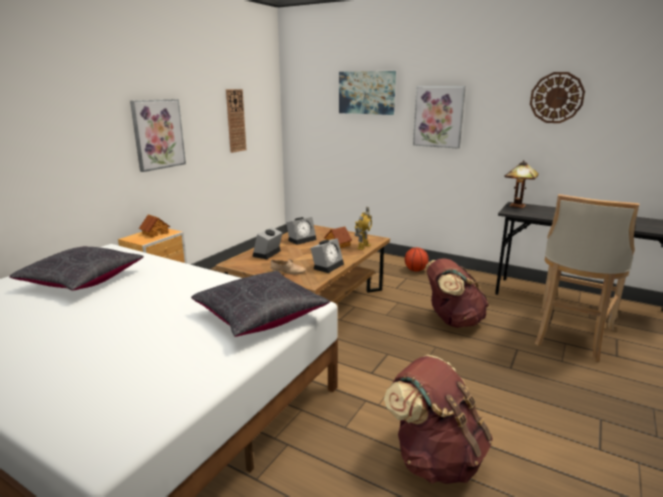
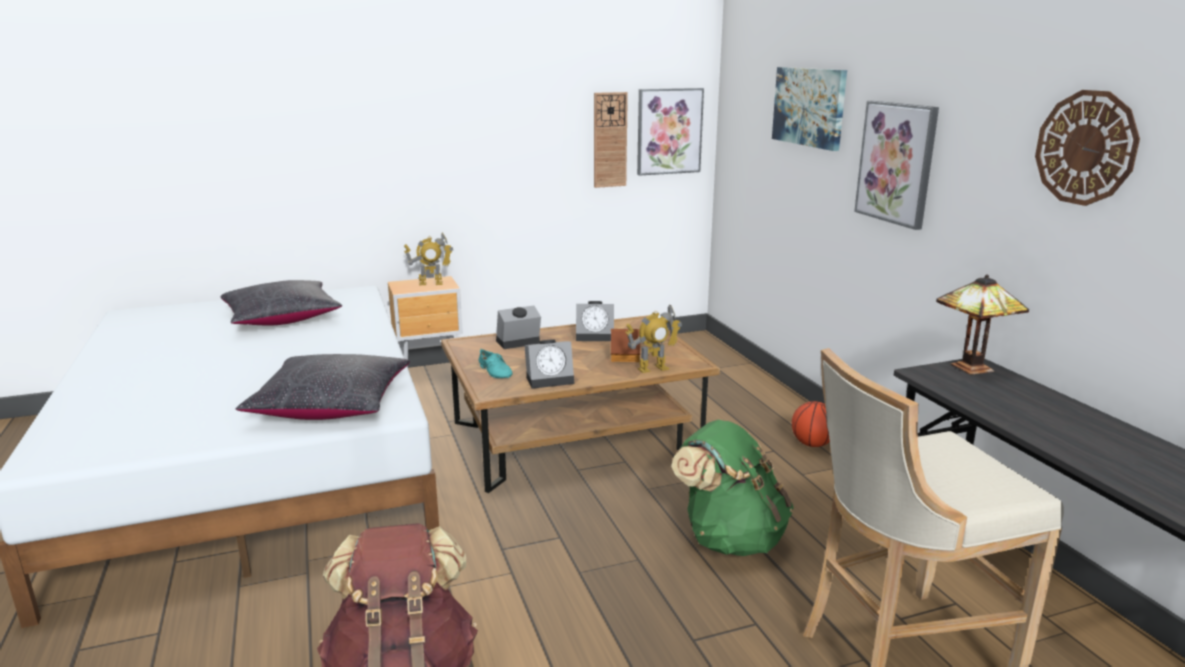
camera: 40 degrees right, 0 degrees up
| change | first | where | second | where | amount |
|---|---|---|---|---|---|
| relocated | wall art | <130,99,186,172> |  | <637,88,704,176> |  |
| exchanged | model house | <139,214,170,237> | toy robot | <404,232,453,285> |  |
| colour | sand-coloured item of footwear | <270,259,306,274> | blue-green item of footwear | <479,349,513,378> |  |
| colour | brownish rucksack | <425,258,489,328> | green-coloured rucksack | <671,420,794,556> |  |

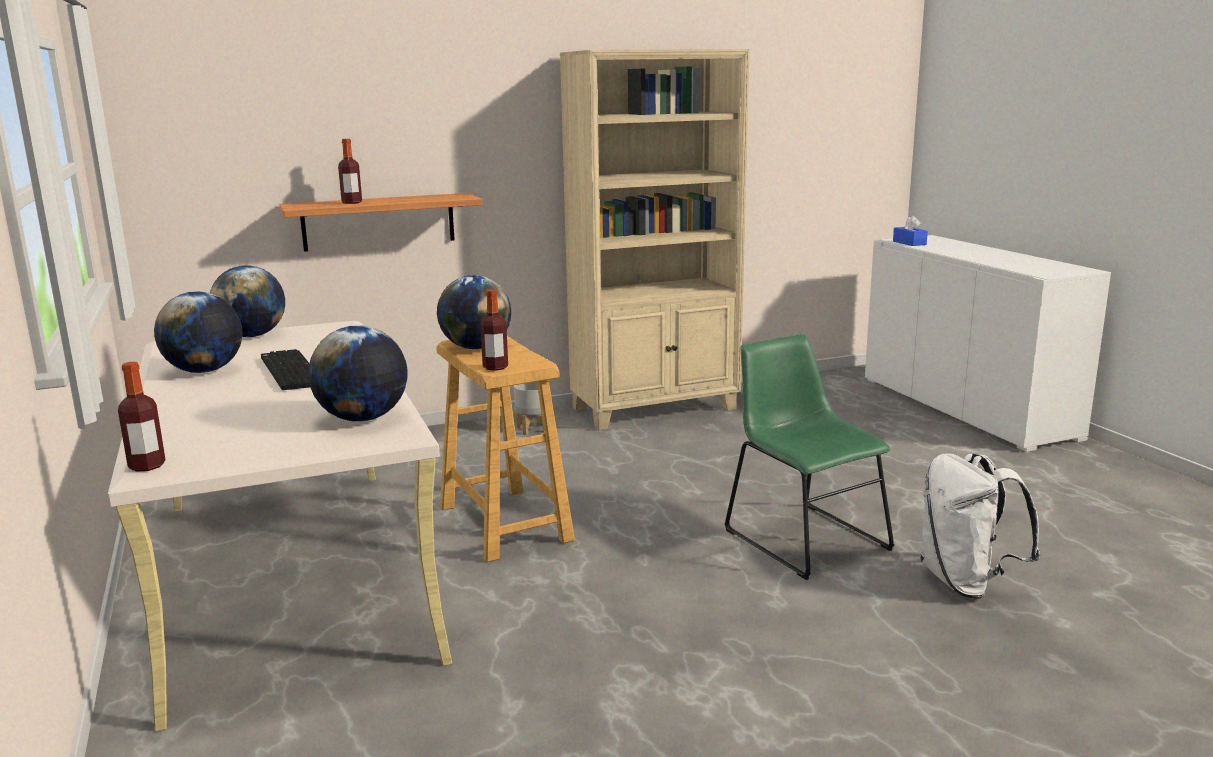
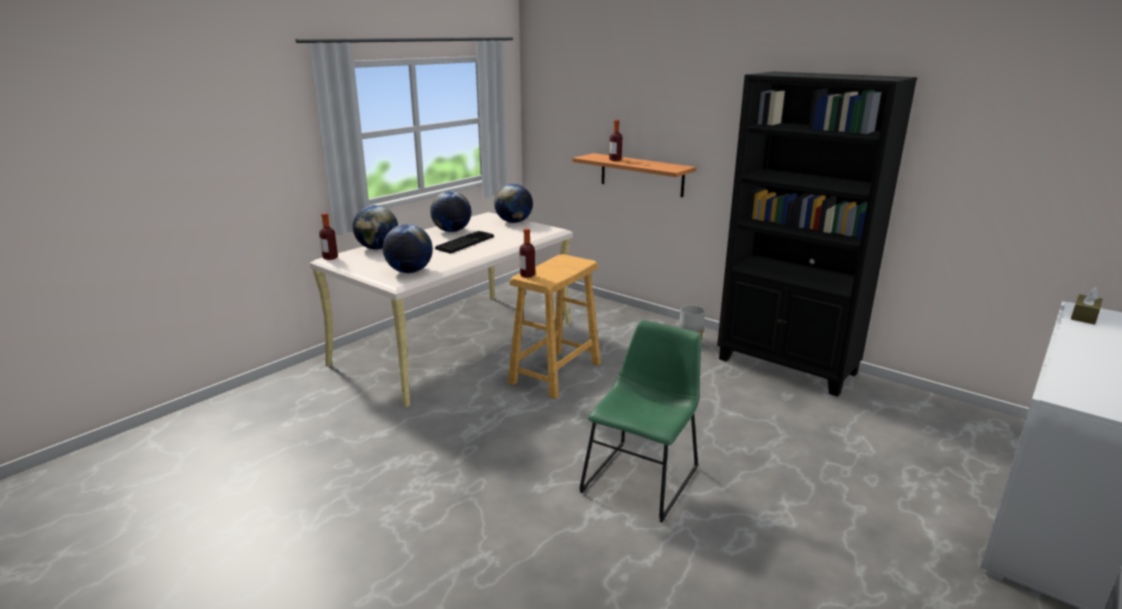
camera: 60 degrees right, 5 degrees up
| change | first | where | second | where | amount |
|---|---|---|---|---|---|
| missing | white-coloured rucksack | <920,453,1040,599> |  |  |  |
| relocated | world globe | <437,275,511,349> |  | <353,205,398,250> |  |
| colour | sand-coloured shelving unit | <560,49,750,430> | blackish shelving unit | <717,72,917,397> |  |
| colour | blue-coloured tissue box | <893,216,928,246> | brownish tissue box | <1071,287,1103,325> |  |

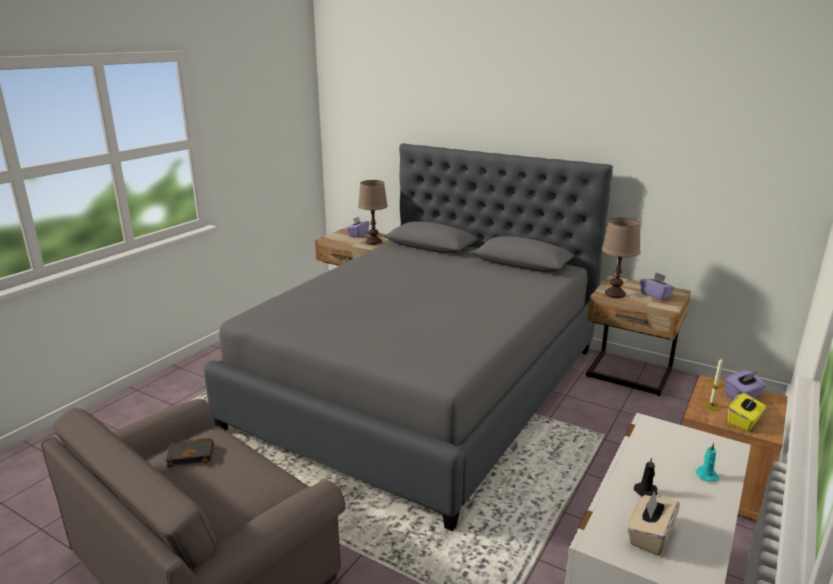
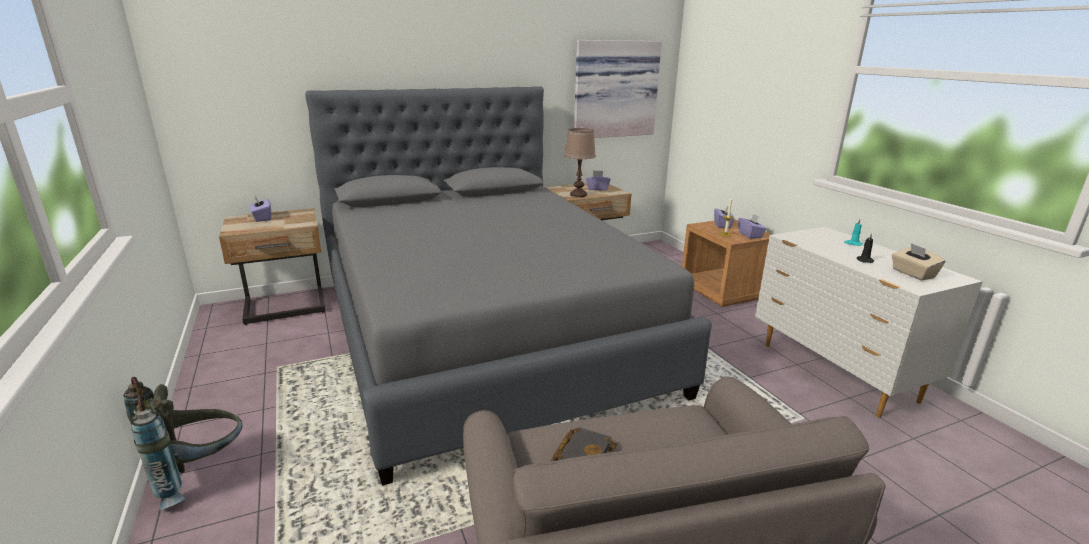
camera: 55 degrees left, 0 degrees up
| change | first | where | second | where | amount |
|---|---|---|---|---|---|
| missing | brownish table lamp | <358,180,388,245> |  |  |  |
| appeared |  |  | gray rucksack | <123,377,243,510> |  |
| appeared |  |  | wall art | <574,40,662,138> |  |
| colour | yellow-coloured tissue box | <728,393,766,431> | purple-coloured tissue box | <738,214,766,239> |  |

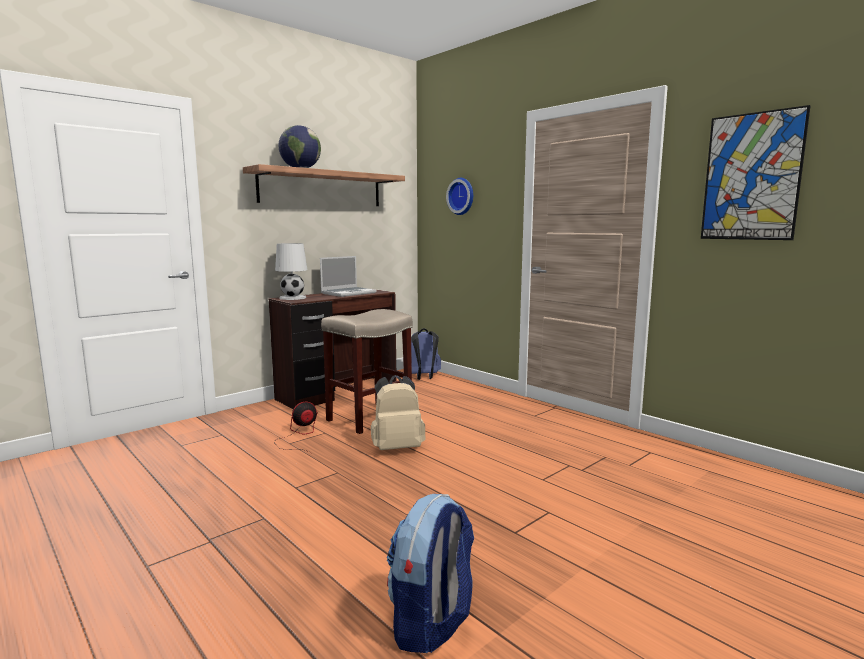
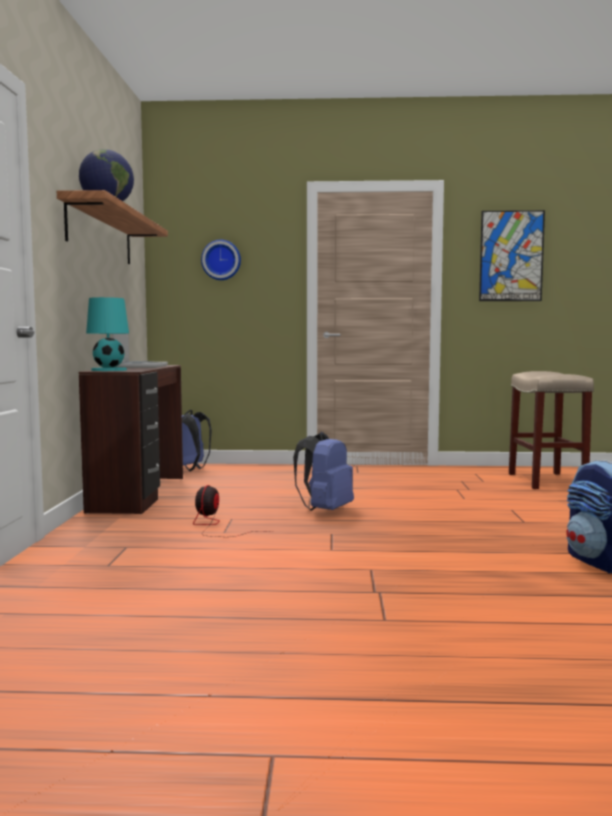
camera: 45 degrees left, 5 degrees down
| change | first | where | second | where | amount |
|---|---|---|---|---|---|
| relocated | sand-coloured stool | <321,309,412,434> |  | <509,371,594,489> |  |
| colour | white-coloured table lamp | <275,243,307,300> | blue-green table lamp | <86,297,129,371> |  |
| colour | sand-coloured rucksack | <371,375,425,450> | blue-coloured rucksack | <293,432,354,511> |  |

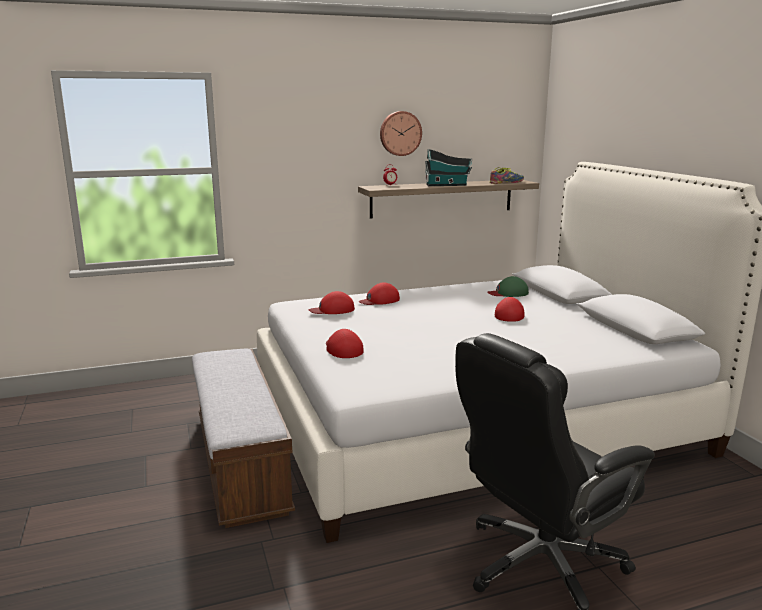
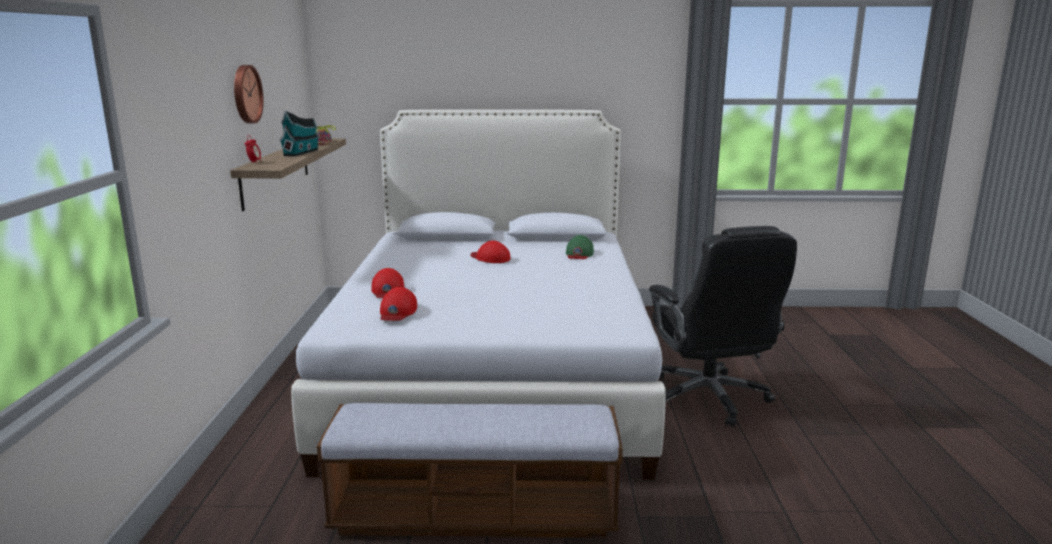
camera: 70 degrees left, 0 degrees up
| change | first | where | second | where | amount |
|---|---|---|---|---|---|
| missing | reddish cap | <326,329,364,358> |  |  |  |
| relocated | green-coloured cap | <487,276,529,297> |  | <566,235,594,259> |  |

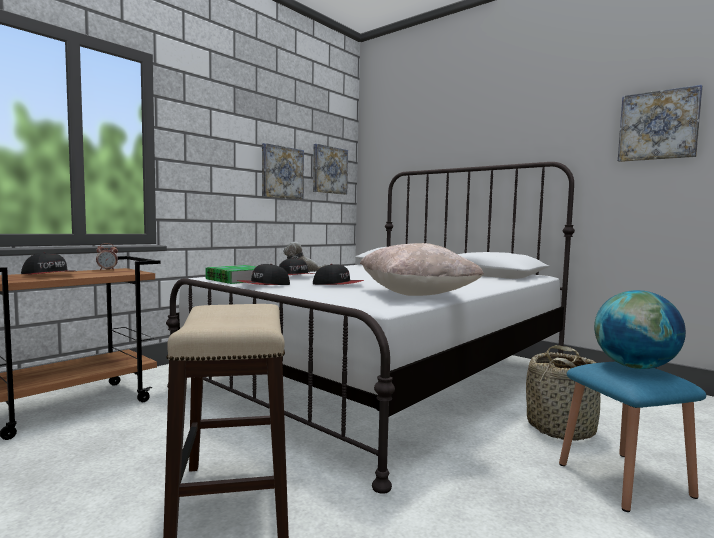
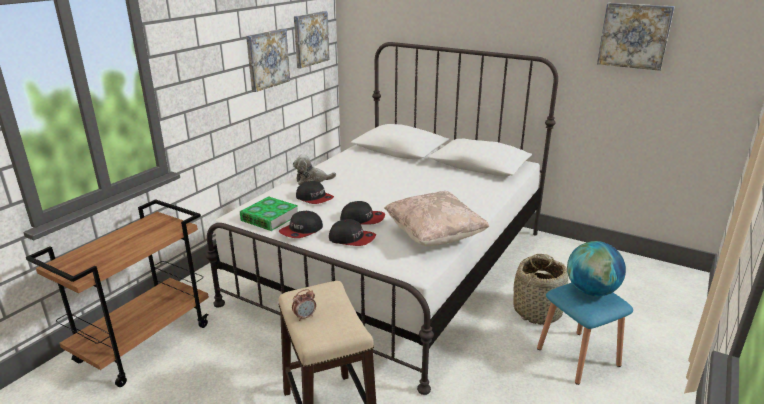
camera: 10 degrees left, 20 degrees up
| change | first | where | second | where | amount |
|---|---|---|---|---|---|
| relocated | cap | <21,252,68,274> |  | <329,219,376,246> |  |
| relocated | bedside clock | <96,243,118,270> |  | <292,289,316,321> |  |

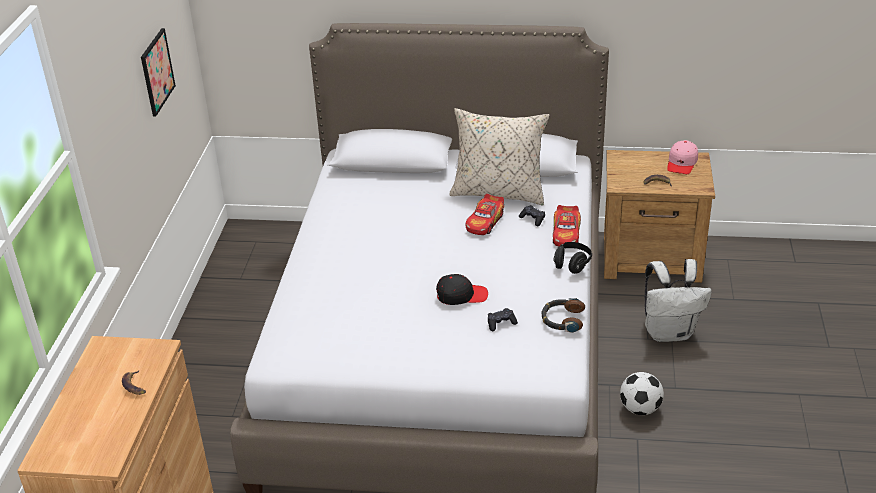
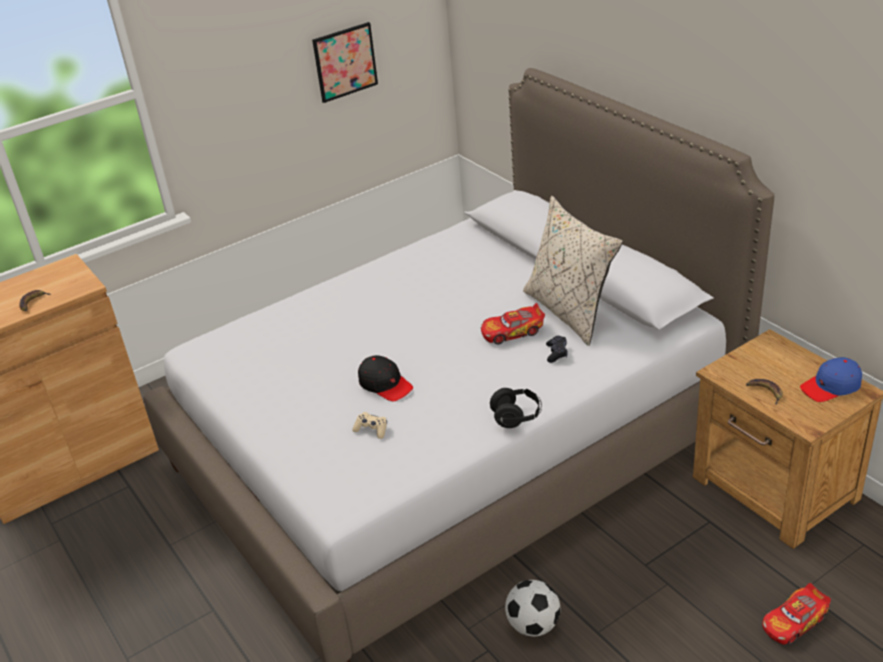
camera: 50 degrees right, 0 degrees up
| change | first | where | second | where | amount |
|---|---|---|---|---|---|
| missing | pair of headphones | <541,298,585,333> |  |  |  |
| missing | white-coloured rucksack | <645,259,712,342> |  |  |  |
| relocated | miniature car | <553,205,581,247> |  | <762,583,831,645> |  |
| colour | blackish joypad | <488,308,518,331> | sand-coloured joypad | <352,412,387,439> |  |
| colour | pinkish cap | <667,140,698,174> | blue-coloured cap | <800,357,862,402> |  |

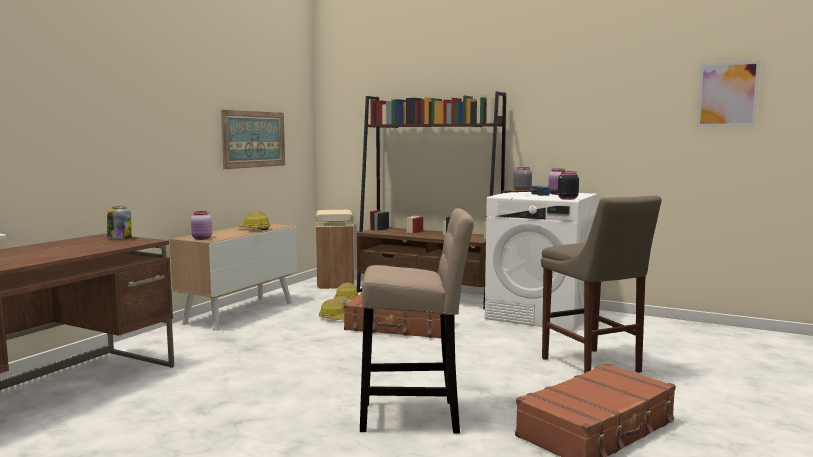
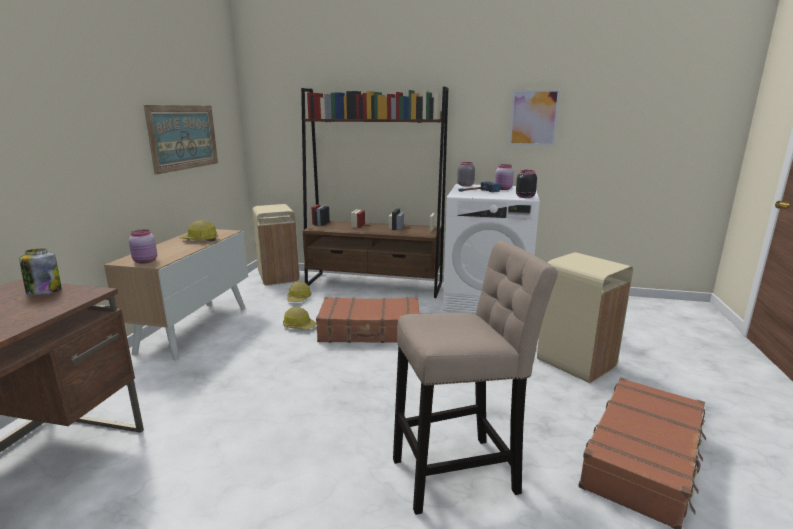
camera: 15 degrees left, 10 degrees up
| change | first | where | second | where | amount |
|---|---|---|---|---|---|
| relocated | wall art | <697,61,760,127> |  | <509,89,561,146> |  |
| exchanged | sand-coloured stool | <541,195,661,373> | sand-coloured waste bin | <537,252,633,383> |  |

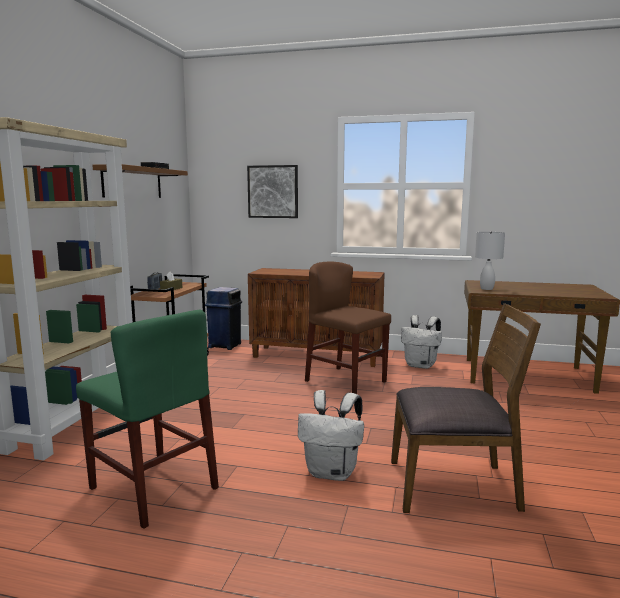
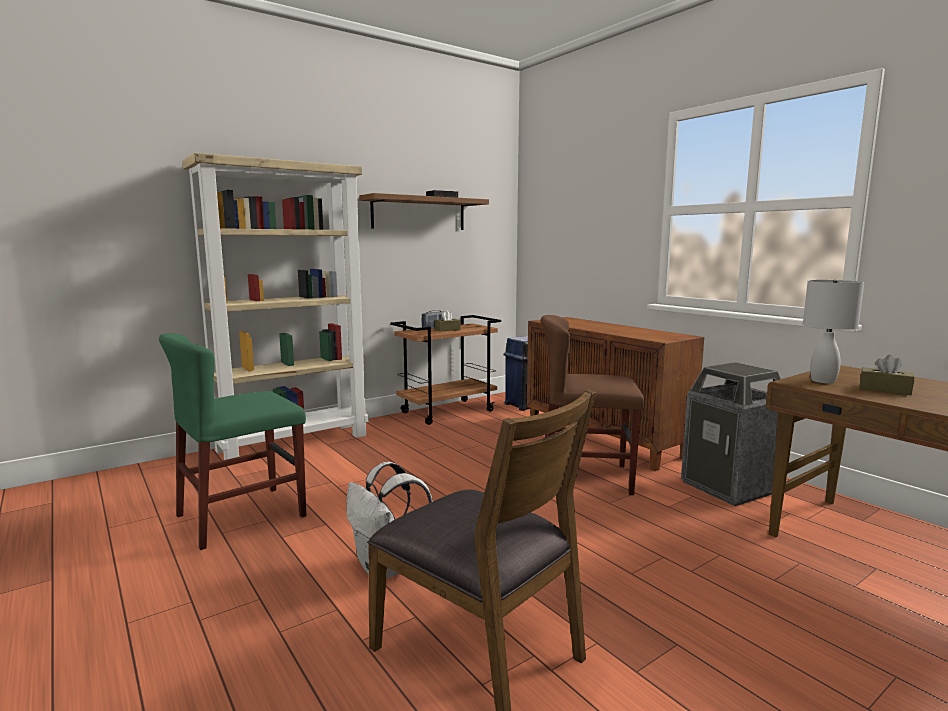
camera: 40 degrees right, 0 degrees up
| change | first | where | second | where | amount |
|---|---|---|---|---|---|
| missing | wall art | <247,165,298,218> |  |  |  |
| appeared |  |  | brownish tissue box | <859,354,914,395> |  |
| exchanged | white-coloured rucksack | <401,315,442,369> | waste bin | <681,362,781,506> |  |
| spun | green-coloured upright chair | <76,310,219,529> |  | <159,333,306,550> | 60 degrees clockwise |
| spun | brownish upright chair | <305,262,391,394> |  | <541,315,644,495> | 75 degrees counterclockwise |

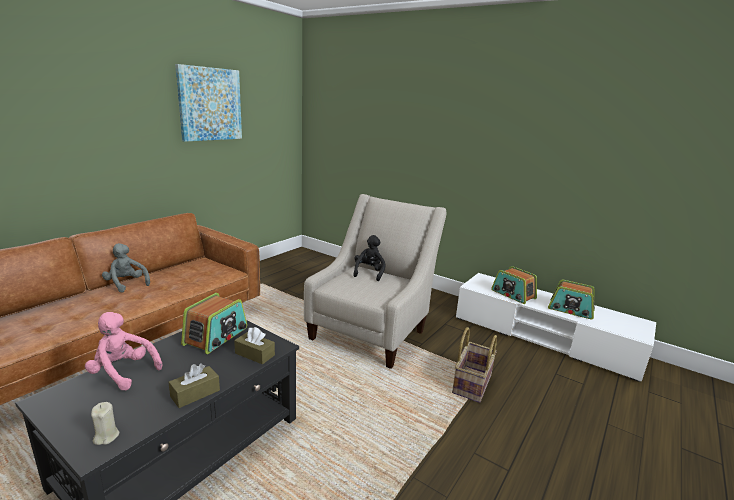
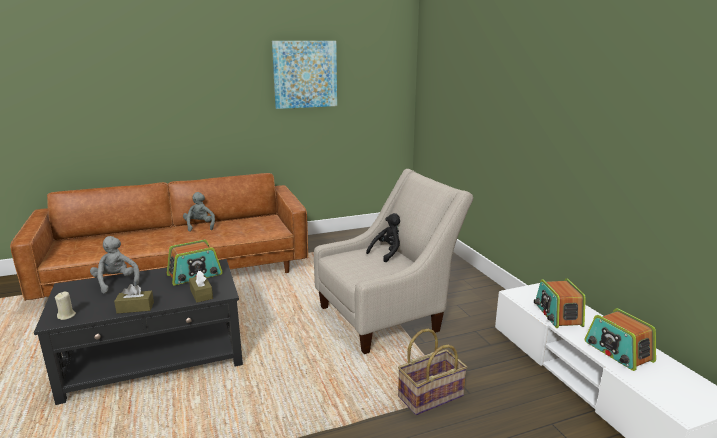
camera: 35 degrees right, 0 degrees up
| change | first | where | second | where | amount |
|---|---|---|---|---|---|
| colour | pinkish plush toy | <85,312,162,390> | gray plush toy | <90,236,140,294> |  |

